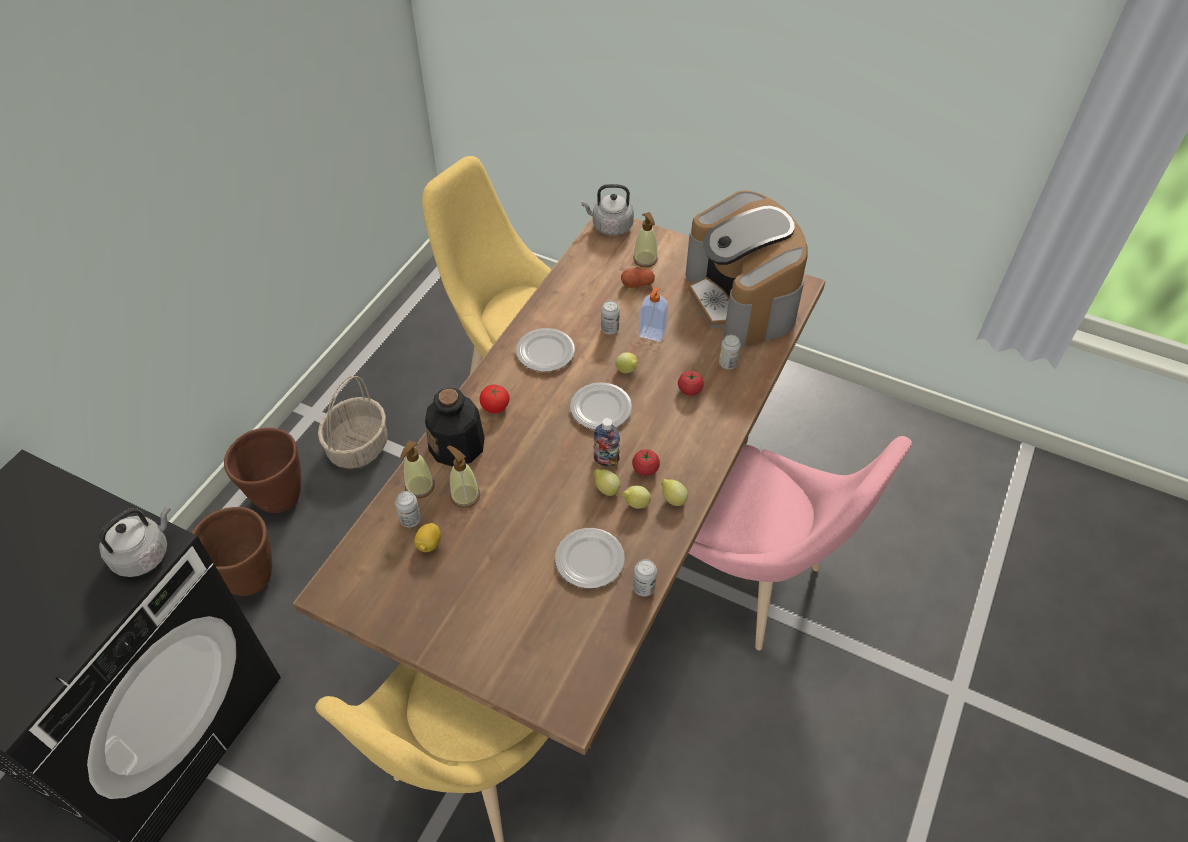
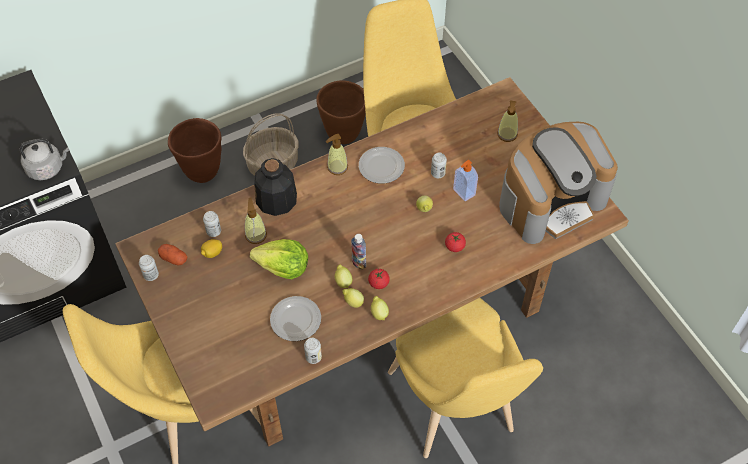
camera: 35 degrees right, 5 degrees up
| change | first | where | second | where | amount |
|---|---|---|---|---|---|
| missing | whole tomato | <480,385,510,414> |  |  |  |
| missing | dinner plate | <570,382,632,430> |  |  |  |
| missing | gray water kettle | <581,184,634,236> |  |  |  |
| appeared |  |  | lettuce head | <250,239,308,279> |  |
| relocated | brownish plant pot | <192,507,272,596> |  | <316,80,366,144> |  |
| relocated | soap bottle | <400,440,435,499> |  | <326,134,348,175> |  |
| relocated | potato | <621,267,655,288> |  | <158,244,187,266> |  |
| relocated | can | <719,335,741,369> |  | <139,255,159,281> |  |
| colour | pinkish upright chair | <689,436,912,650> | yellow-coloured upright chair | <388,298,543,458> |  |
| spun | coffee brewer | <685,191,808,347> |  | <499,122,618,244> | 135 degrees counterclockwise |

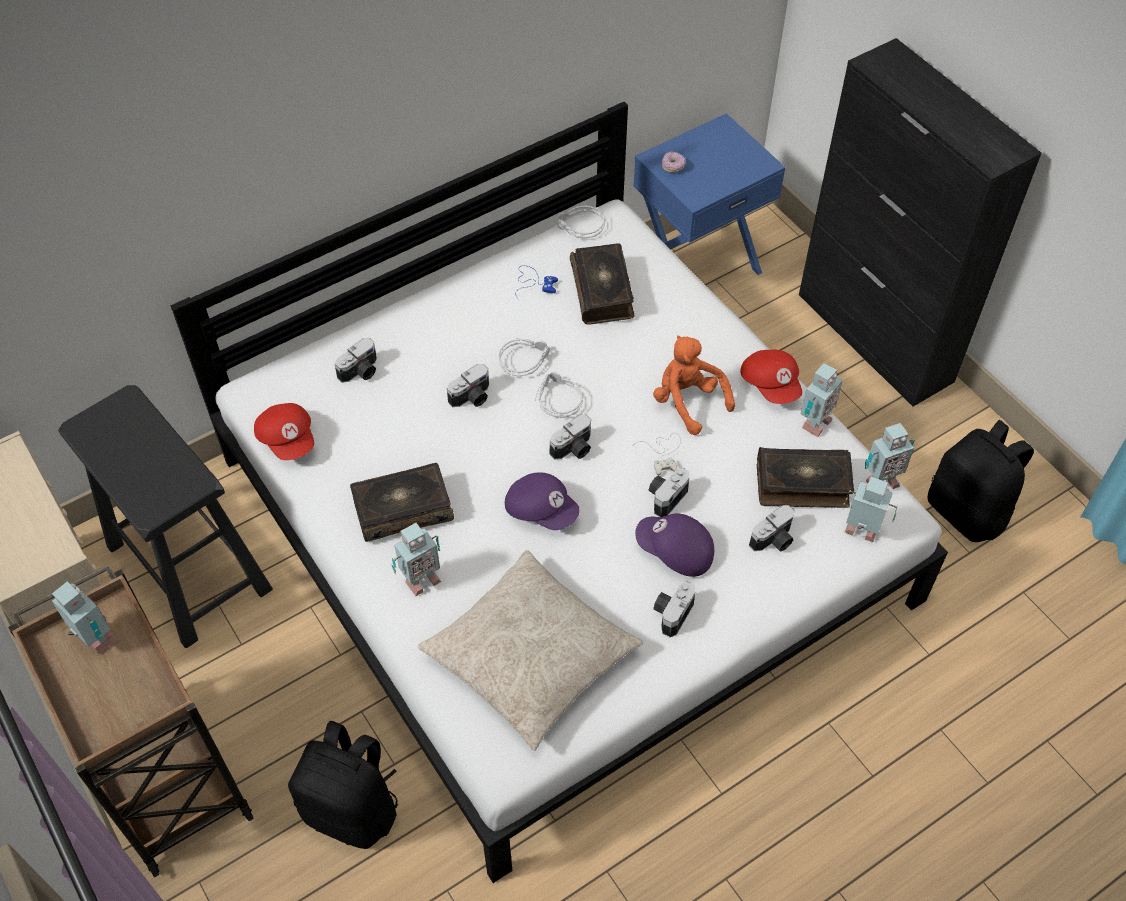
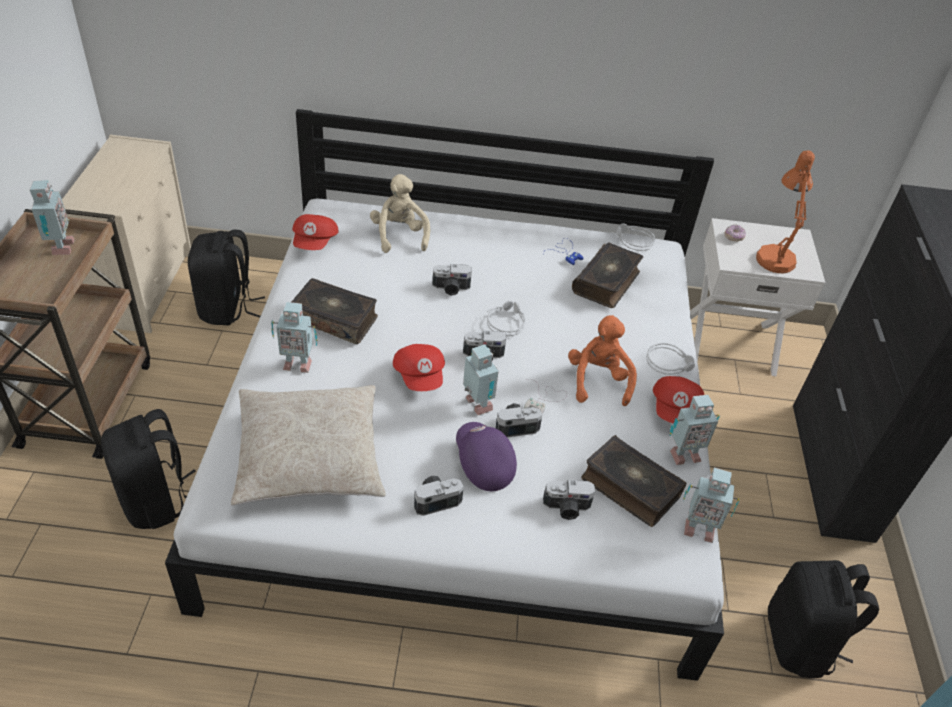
camera: 35 degrees right, 10 degrees down
| change | first | where | second | where | amount |
|---|---|---|---|---|---|
| appeared |  |  | orangey table lamp | <756,150,815,274> |  |
| relocated | gray pair of headphones | <498,338,550,376> |  | <646,343,695,375> |  |
| relocated | toy robot | <843,477,898,542> |  | <463,344,499,415> |  |
| exchanged | blackish stool | <58,385,273,648> | blackish rucksack | <188,229,265,325> |  |
| exchanged | photo camera | <335,338,377,383> | sand-coloured plush toy | <370,174,430,253> |  |
| colour | purple-coloured cap | <505,473,580,530> | reddish cap | <393,344,445,391> |  |
| colour | blue-coloured bedside table | <633,113,786,275> | white-coloured bedside table | <690,218,825,376> |  |

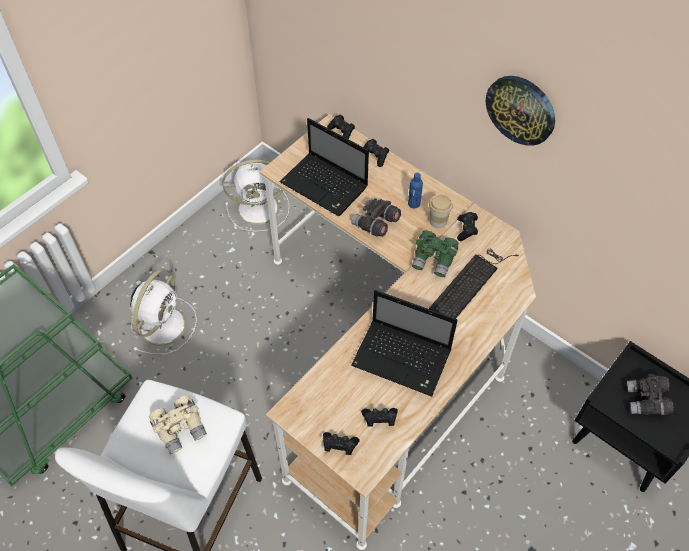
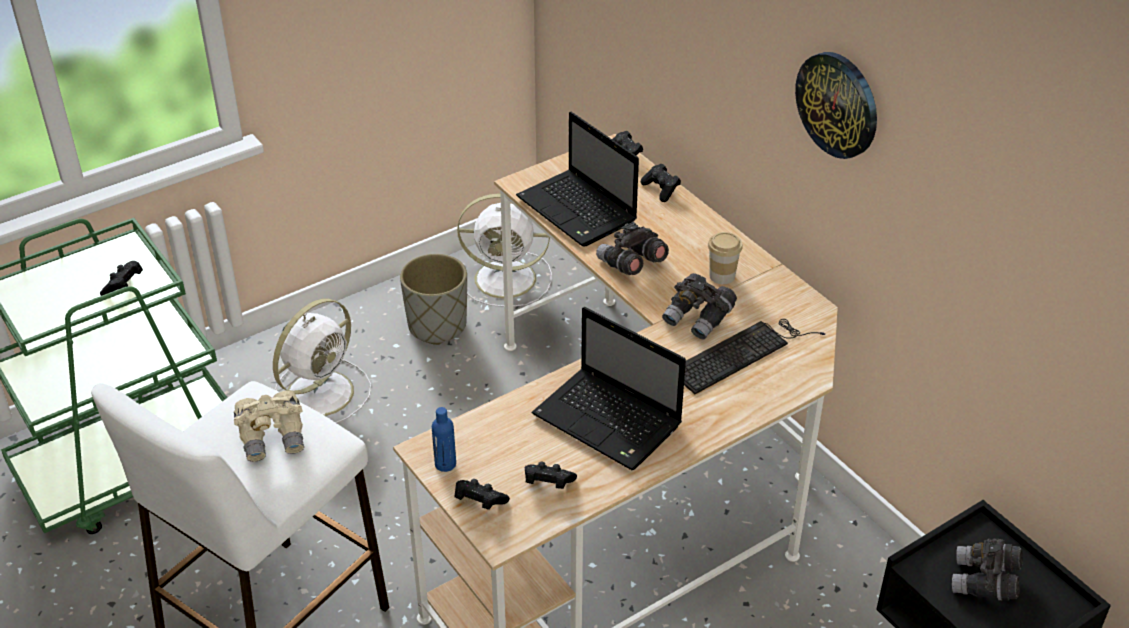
camera: 15 degrees right, 15 degrees down
| change | first | where | second | where | amount |
|---|---|---|---|---|---|
| appeared |  |  | gray plant pot | <400,254,467,345> |  |
| relocated | blue-coloured drink bottle | <408,173,423,208> |  | <432,407,456,472> |  |
| relocated | blackish joypad | <457,212,478,241> |  | <100,261,143,296> |  |
| colour | green-coloured field glasses | <412,230,459,277> | gray field glasses | <662,273,737,340> |  |

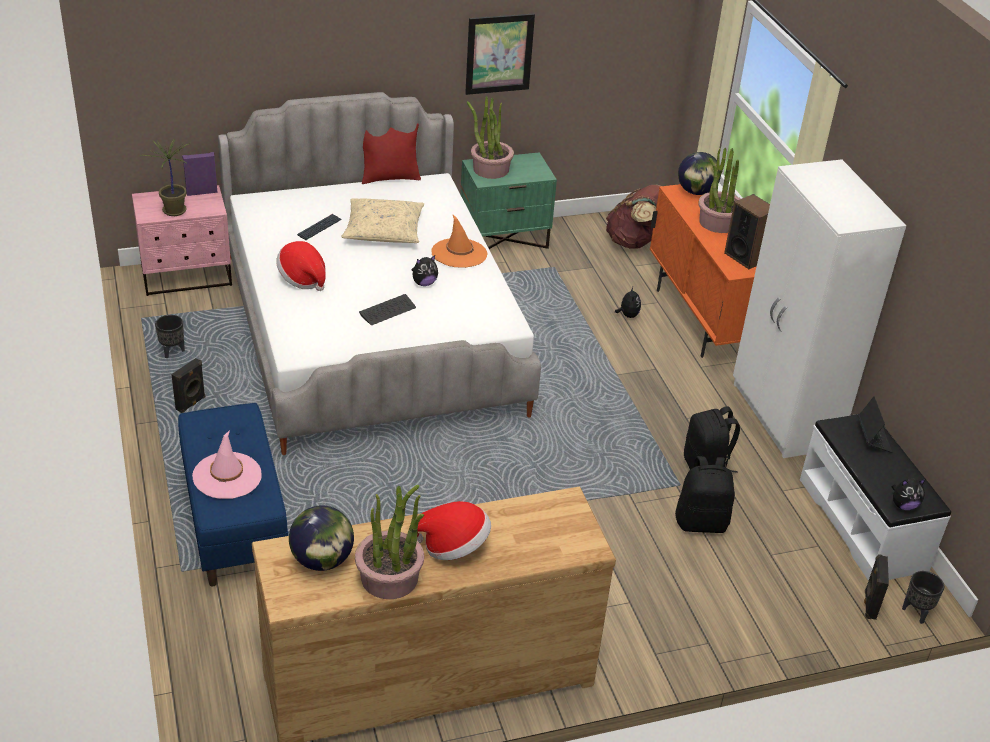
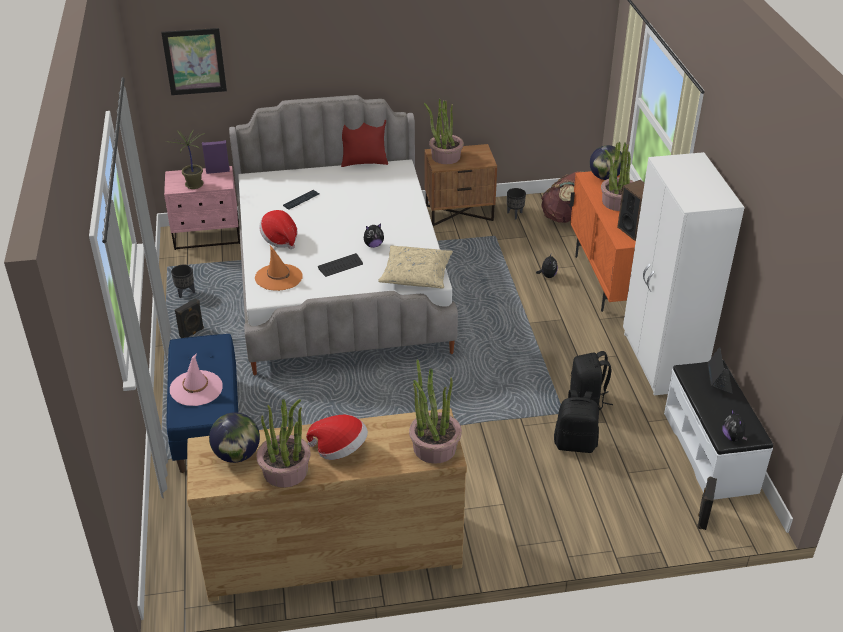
camera: 10 degrees right, 0 degrees up
| change | first | where | second | where | amount |
|---|---|---|---|---|---|
| appeared |  |  | potted plant | <409,359,462,464> |  |
| relocated | sand-coloured pillow | <341,198,424,243> |  | <378,245,453,288> |  |
| relocated | orangey clothing hat | <432,215,488,268> |  | <255,246,303,291> |  |
| relocated | wall art | <465,14,535,95> |  | <161,28,227,95> |  |
| relocated | blackish plant pot | <902,571,944,624> |  | <507,188,526,219> |  |
| colour | green-coloured bedside table | <460,152,557,249> | brownish bedside table | <425,144,497,226> |  |
| spun | plush toy | <892,478,925,510> |  | <723,409,748,441> | 75 degrees clockwise |

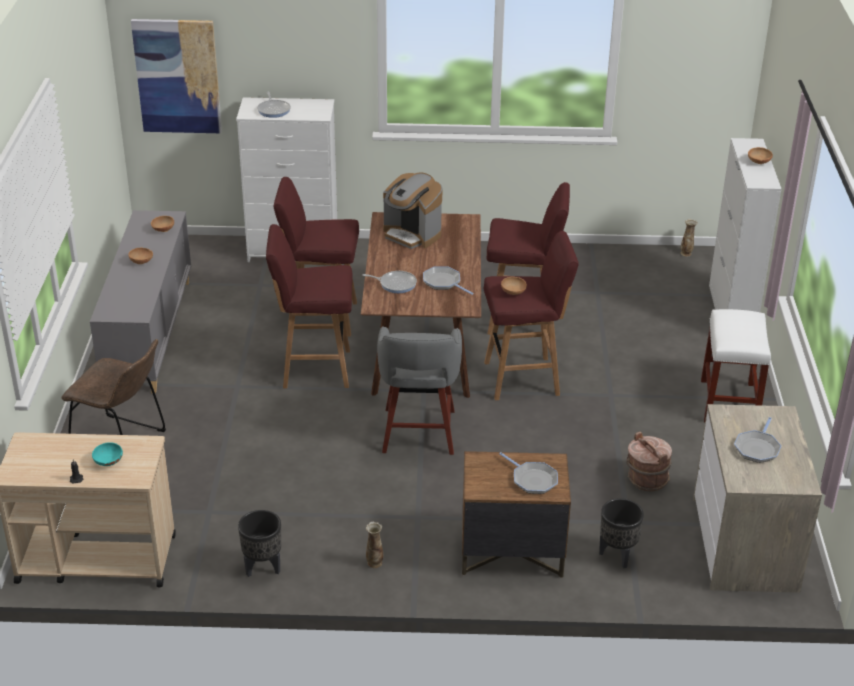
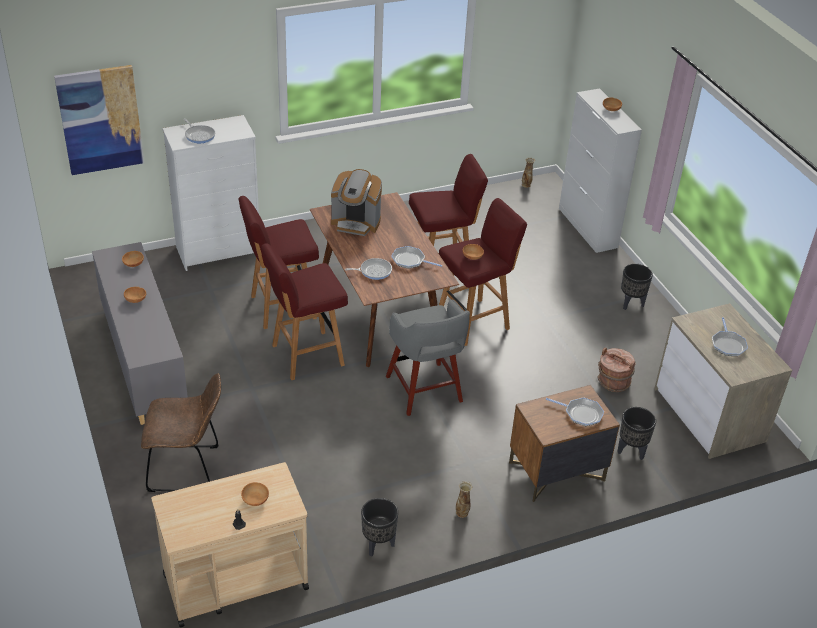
camera: 25 degrees left, 5 degrees up
| change | first | where | second | where | amount |
|---|---|---|---|---|---|
| exchanged | white-coloured stool | <701,309,771,422> | blackish plant pot | <621,264,653,310> |  |
| colour | blue-green serving bowl | <92,442,123,466> | brownish serving bowl | <241,482,269,506> |  |

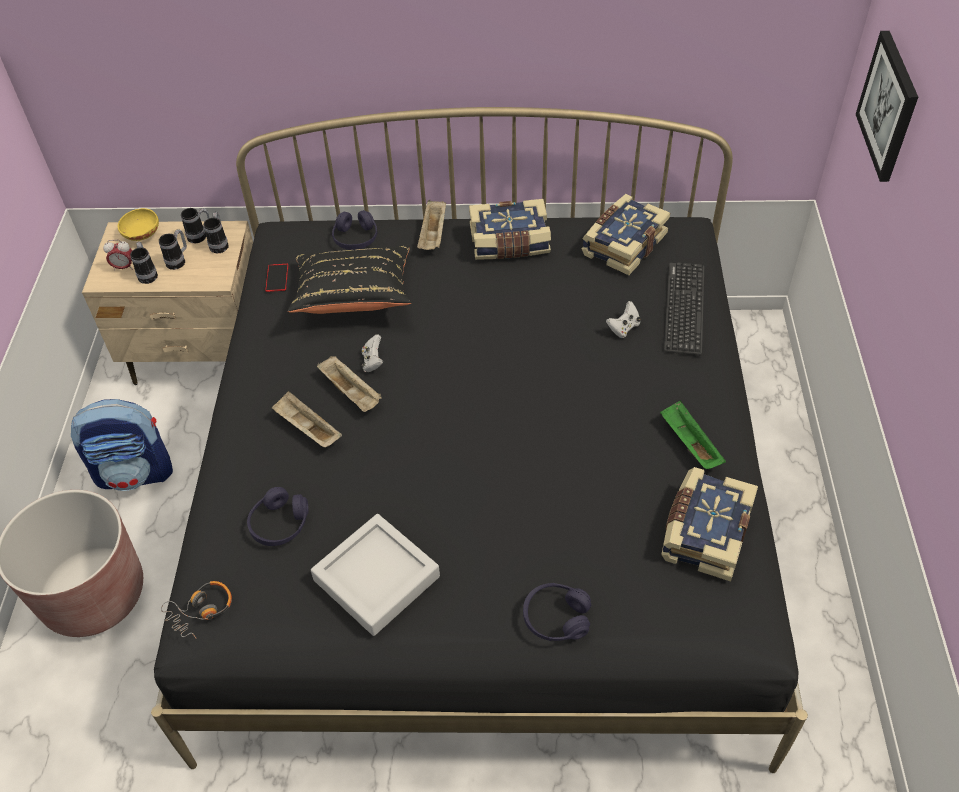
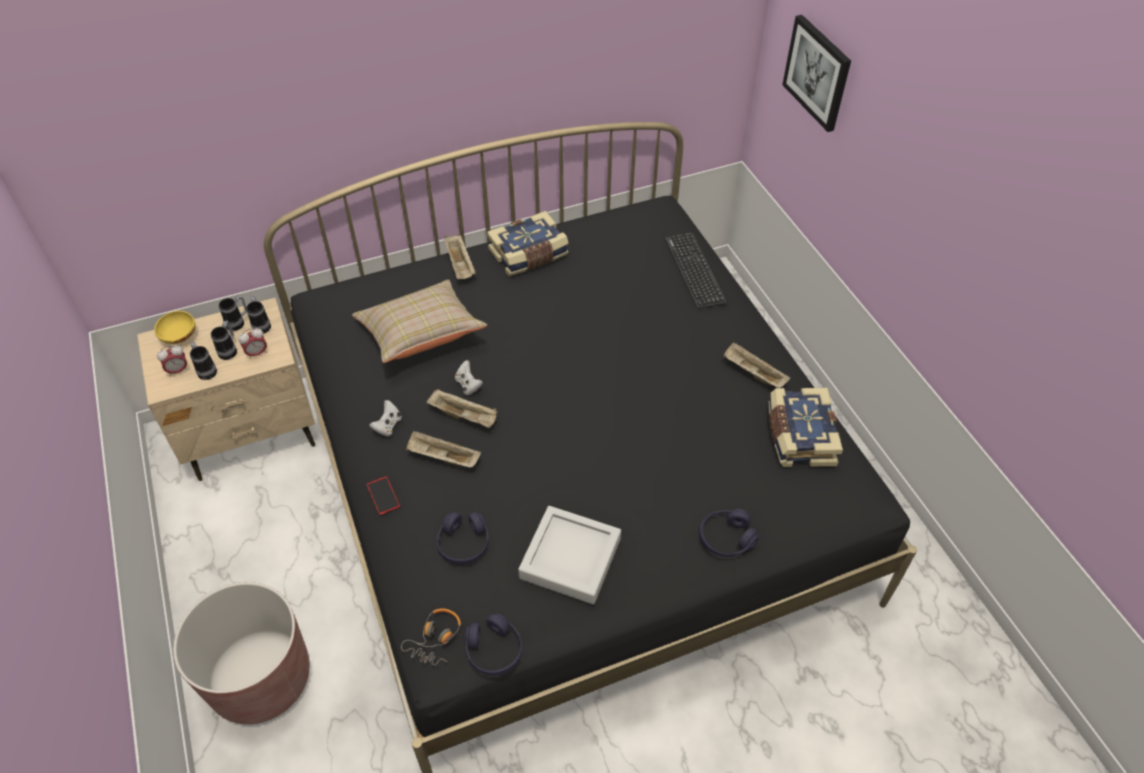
camera: 25 degrees left, 0 degrees up
| change | first | where | second | where | amount |
|---|---|---|---|---|---|
| missing | rucksack | <71,399,173,491> |  |  |  |
| missing | volume | <582,194,670,275> |  |  |  |
| appeared |  |  | bedside clock | <238,328,267,358> |  |
| relocated | handset | <265,264,288,292> |  | <367,476,400,515> |  |
| relocated | purple-coloured pair of headphones | <332,210,378,250> |  | <465,613,522,676> |  |
| relocated | white-coloured joypad | <606,301,641,338> |  | <369,400,402,437> |  |
| colour | blackish pillow | <288,246,412,314> | sand-coloured pillow | <352,280,487,363> |  |
| colour | green-coloured tray | <660,400,726,469> | sand-coloured tray | <723,342,790,388> |  |

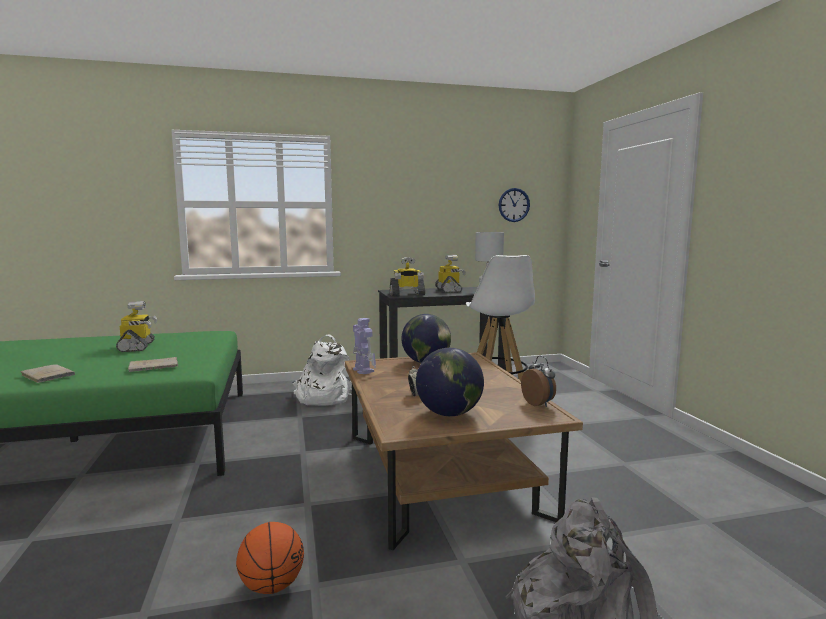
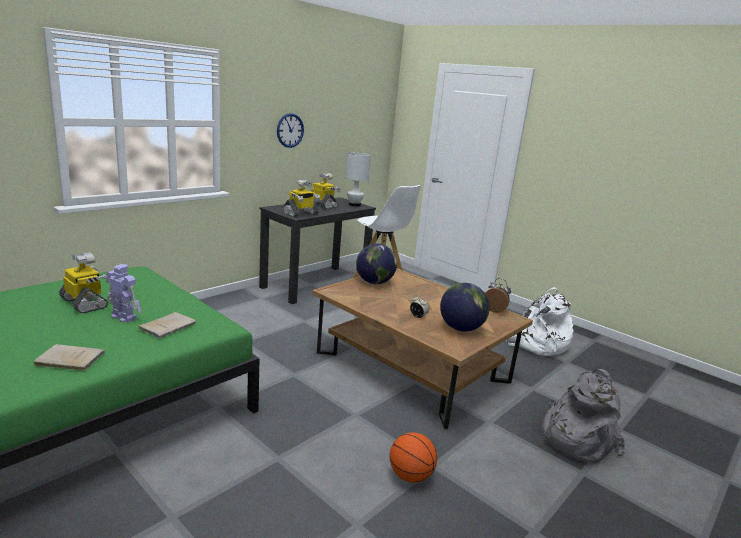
camera: 35 degrees left, 10 degrees up
| change | first | where | second | where | amount |
|---|---|---|---|---|---|
| relocated | white-coloured rucksack | <293,334,352,406> |  | <506,287,574,356> |  |
| relocated | toy robot | <353,318,376,374> |  | <106,264,142,322> |  |
| relocated | hanging clock | <499,188,530,222> |  | <277,113,304,148> |  |

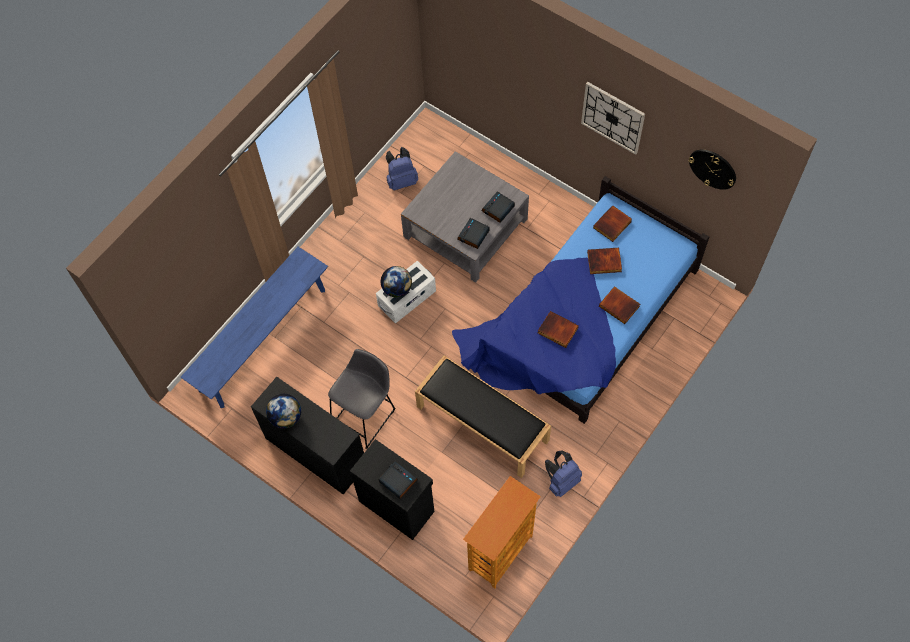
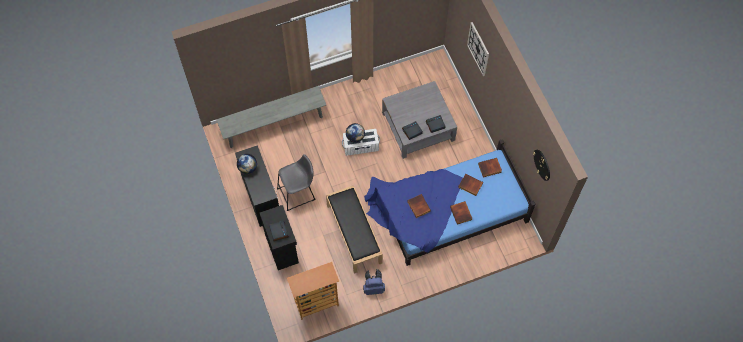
camera: 30 degrees right, 0 degrees up
| change | first | where | second | where | amount |
|---|---|---|---|---|---|
| missing | blue-coloured rucksack | <386,147,418,190> |  |  |  |
| relocated | hanging clock | <581,82,645,155> |  | <467,22,489,76> |  |
| colour | blue-coloured indoor bench | <181,247,328,408> | gray indoor bench | <216,86,326,148> |  |

